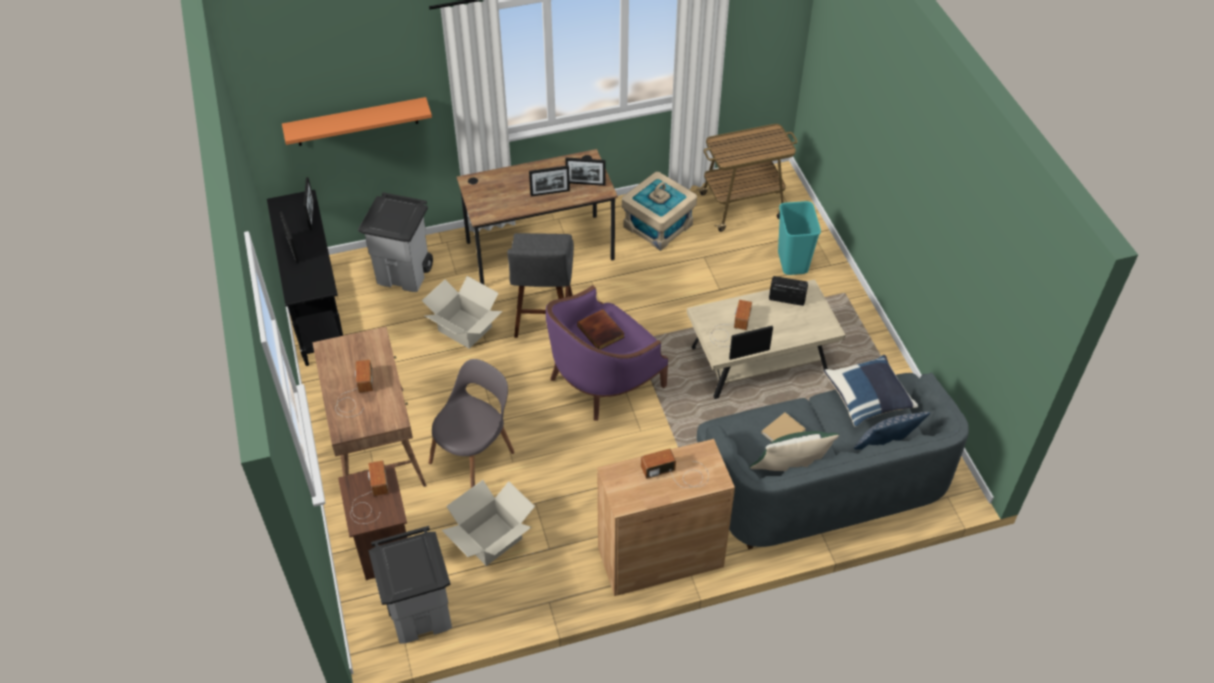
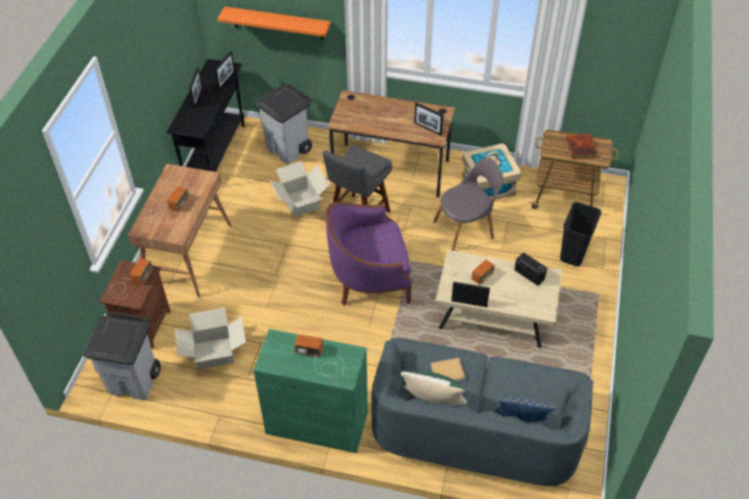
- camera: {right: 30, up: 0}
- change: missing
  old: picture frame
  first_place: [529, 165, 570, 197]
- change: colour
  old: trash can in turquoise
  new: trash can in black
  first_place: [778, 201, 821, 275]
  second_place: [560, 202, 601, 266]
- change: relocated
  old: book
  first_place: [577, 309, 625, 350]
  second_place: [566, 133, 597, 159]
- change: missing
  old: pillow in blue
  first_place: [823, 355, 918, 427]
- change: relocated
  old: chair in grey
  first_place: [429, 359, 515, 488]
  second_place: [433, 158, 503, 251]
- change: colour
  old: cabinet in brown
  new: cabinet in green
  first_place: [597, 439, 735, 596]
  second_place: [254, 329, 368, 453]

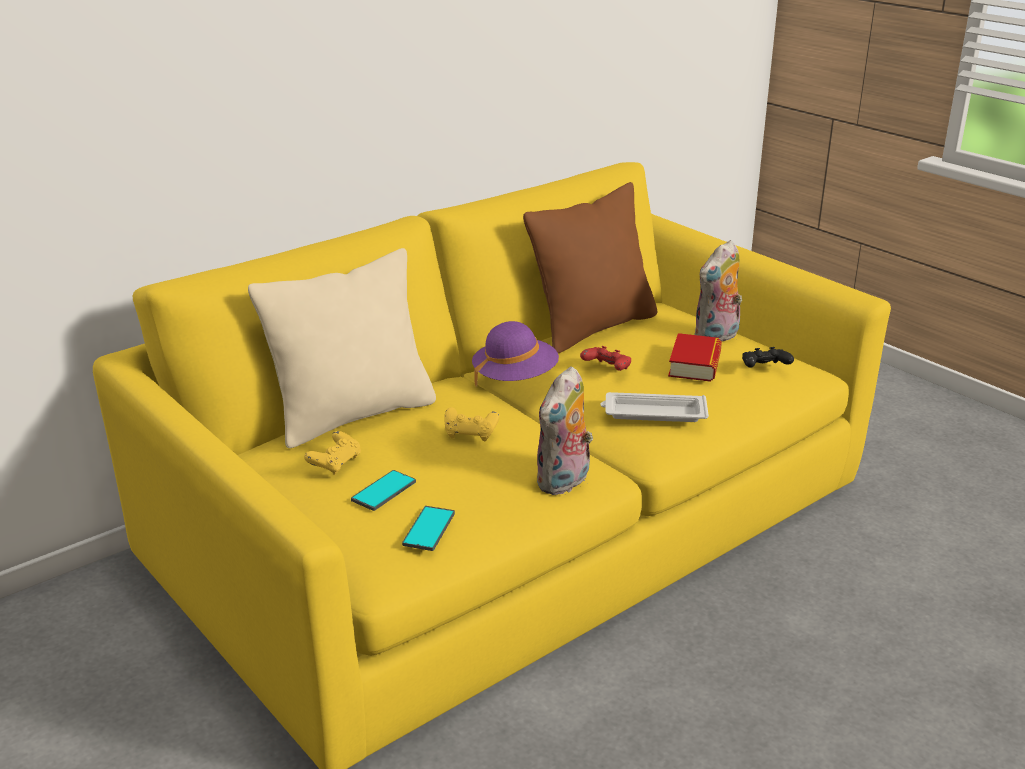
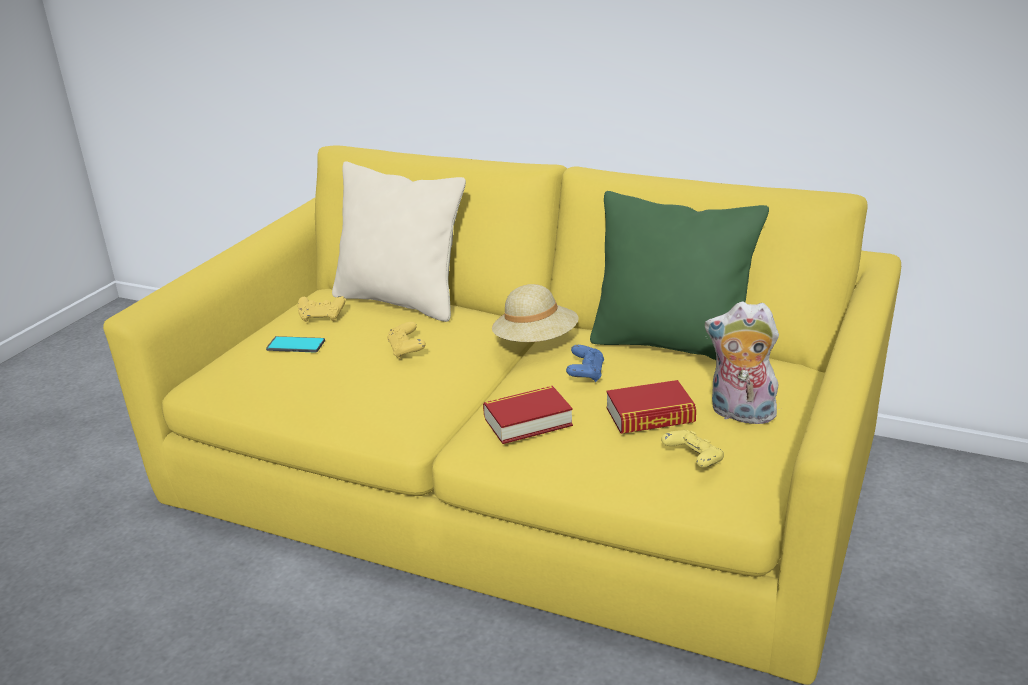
- camera: {right: 65, up: 0}
- change: colour
  old: pillow in brown
  new: pillow in green
  first_place: [523, 182, 657, 353]
  second_place: [590, 191, 769, 360]
- change: colour
  old: hat in purple
  new: hat in beige
  first_place: [472, 321, 559, 386]
  second_place: [492, 284, 579, 342]
- change: colour
  old: game controller in red
  new: game controller in blue
  first_place: [580, 346, 631, 371]
  second_place: [566, 345, 604, 382]
- change: colour
  old: game controller in black
  new: game controller in yellow
  first_place: [742, 347, 794, 368]
  second_place: [661, 430, 724, 468]
- change: missing
  old: plush toy
  first_place: [537, 366, 593, 495]
- change: exchanged
  old: tray in white
  new: book
  first_place: [600, 392, 709, 422]
  second_place: [483, 386, 573, 444]
- change: missing
  old: phone
  first_place: [402, 506, 455, 551]

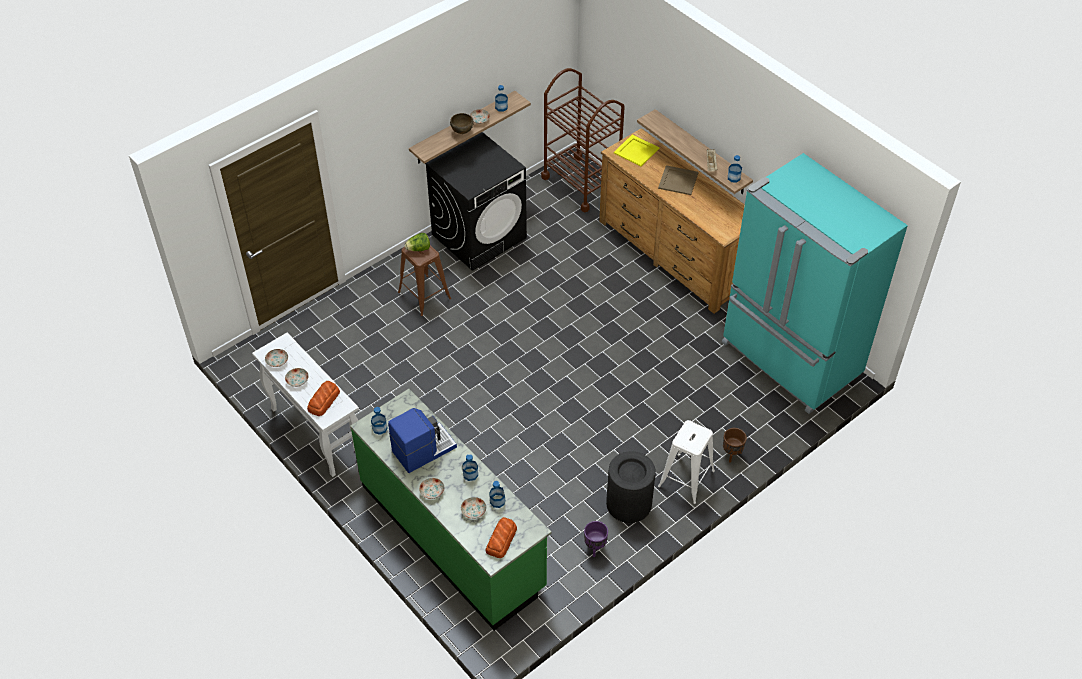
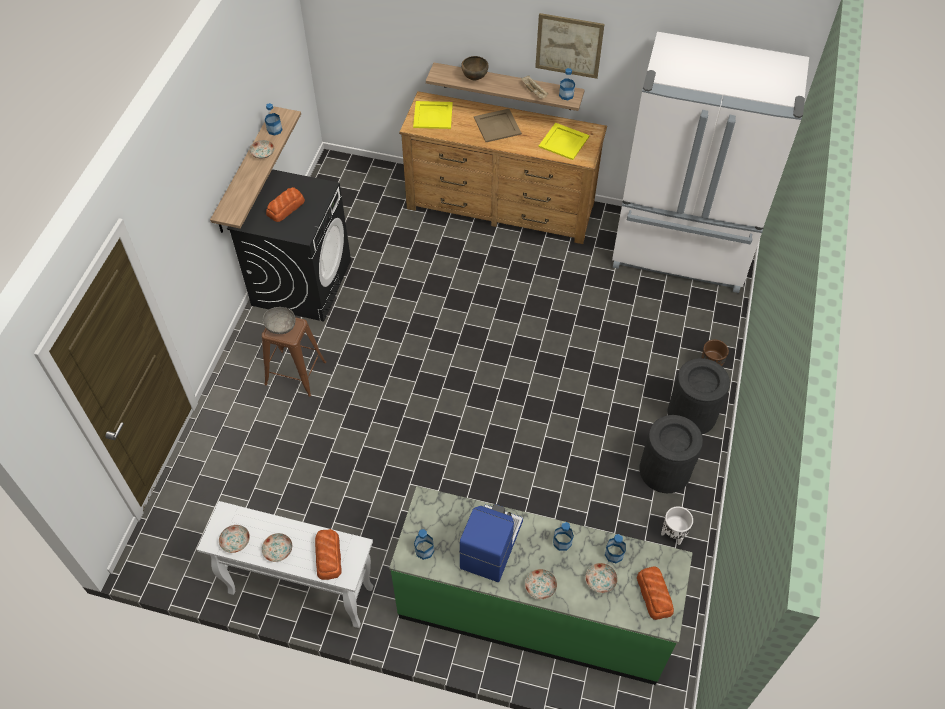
- camera: {right: -35, up: 5}
- change: missing
  old: cart in brown
  first_place: [541, 68, 625, 212]
- change: relocated
  old: bowl in brown
  first_place: [450, 113, 474, 134]
  second_place: [461, 56, 489, 80]
- change: colour
  old: fridge in turquoise
  new: fridge in white
  first_place: [722, 153, 908, 414]
  second_place: [612, 32, 809, 293]
- change: exchanged
  old: lettuce
  new: bowl in grey
  first_place: [405, 233, 430, 251]
  second_place: [263, 307, 296, 334]
- change: exchanged
  old: stool in white
  new: trash can in black
  first_place: [658, 420, 715, 504]
  second_place: [667, 358, 730, 434]
- change: colour
  old: planter in purple
  new: planter in white
  first_place: [584, 521, 608, 557]
  second_place: [661, 506, 693, 545]
- change: appeared
  new: picture
  second_place: [535, 13, 605, 79]
- change: appeared
  new: tray in yellow
  second_place: [538, 123, 590, 160]
- change: appeared
  new: bread
  second_place: [266, 187, 305, 222]

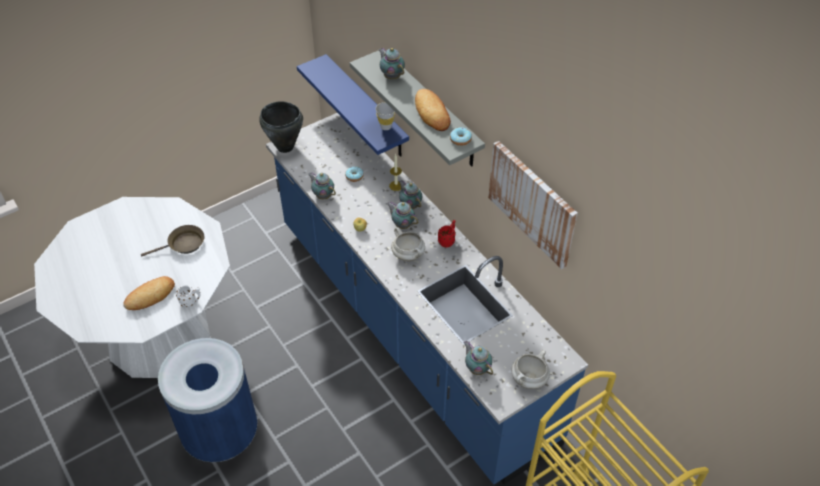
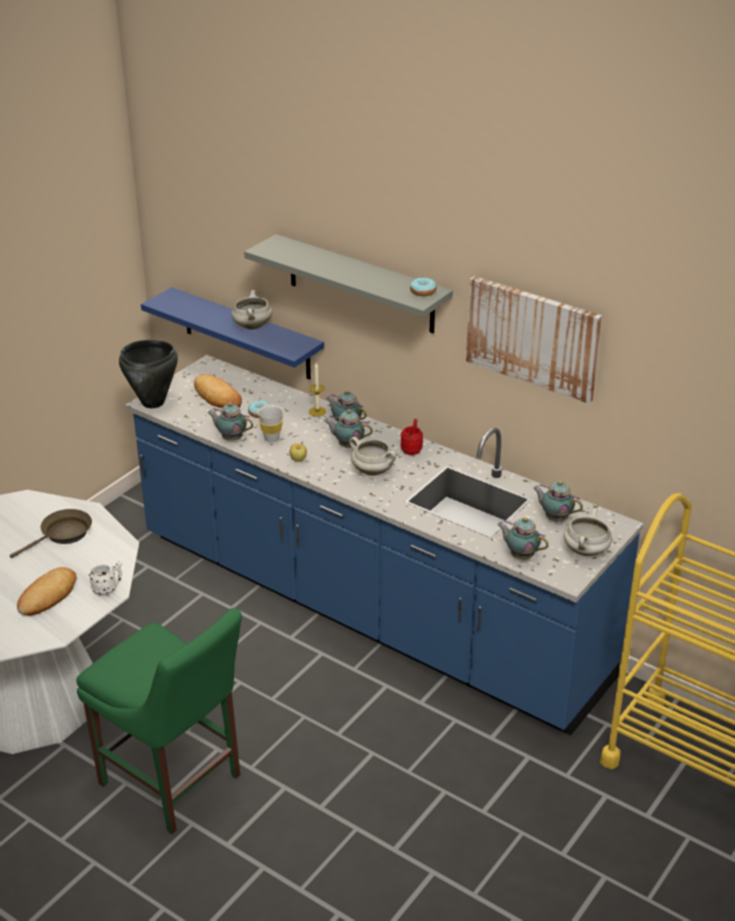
- camera: {right: -20, up: -15}
- change: relocated
  old: teapot
  first_place: [379, 48, 405, 79]
  second_place: [533, 481, 583, 522]
- change: relocated
  old: bread
  first_place: [415, 89, 451, 131]
  second_place: [194, 374, 242, 408]
- change: relocated
  old: cup in white
  first_place: [376, 102, 395, 130]
  second_place: [257, 405, 284, 442]
- change: exchanged
  old: trash can in blue
  new: chair in green
  first_place: [158, 338, 257, 462]
  second_place: [76, 608, 242, 834]
- change: appeared
  new: cooking pot in white
  second_place: [231, 290, 273, 330]

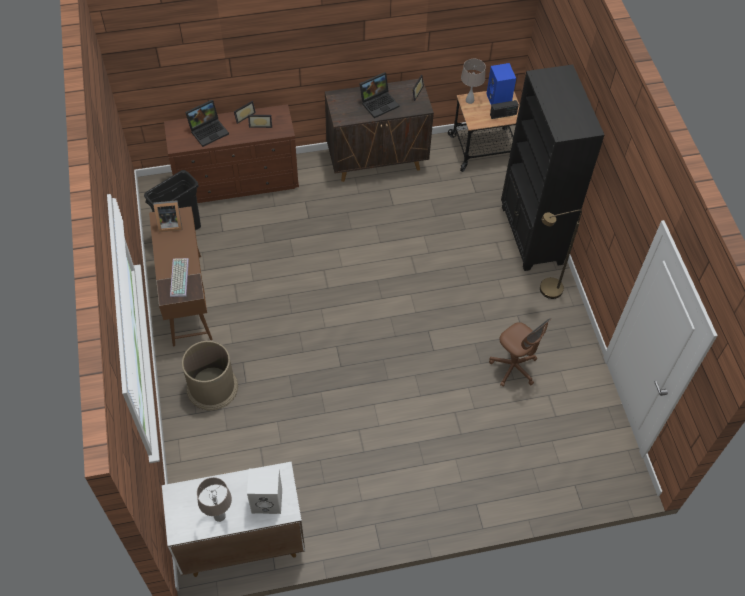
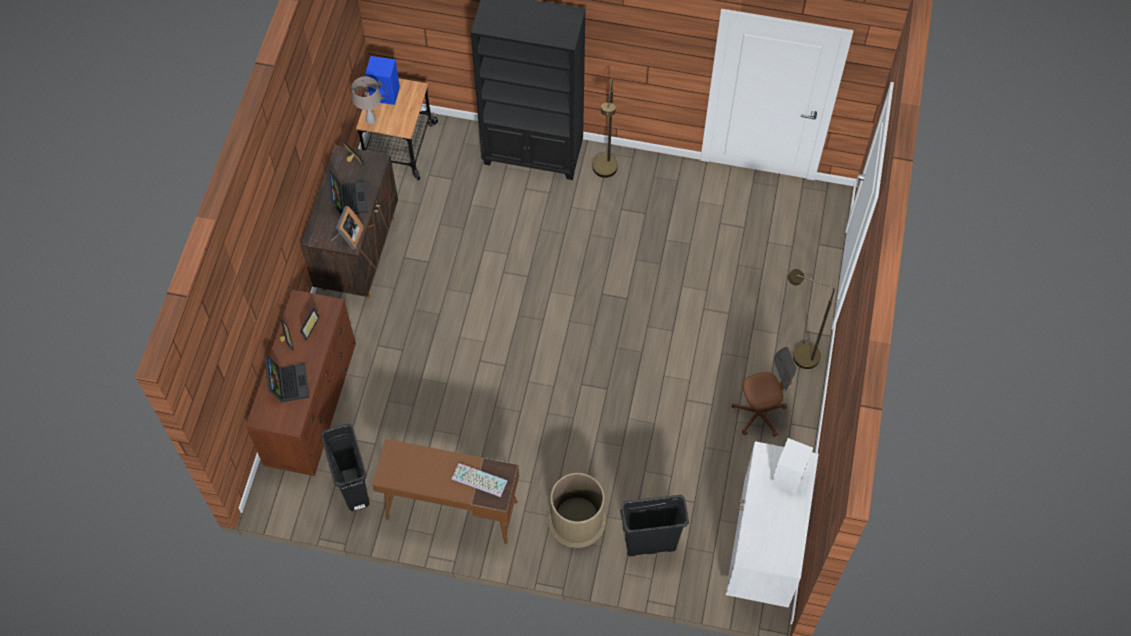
- camera: {right: -65, up: 5}
- change: missing
  old: radio
  first_place: [490, 100, 519, 119]
- change: relocated
  old: picture frame
  first_place: [153, 200, 182, 232]
  second_place: [331, 206, 364, 249]
- change: relocated
  old: office chair in brown
  first_place: [489, 318, 551, 387]
  second_place: [731, 347, 797, 437]
- change: missing
  old: table lamp in beige
  first_place: [197, 477, 232, 522]
- change: appeared
  new: floor lamp in brown
  second_place: [788, 269, 835, 369]
- change: appeared
  new: trash can in black
  second_place: [620, 495, 689, 556]

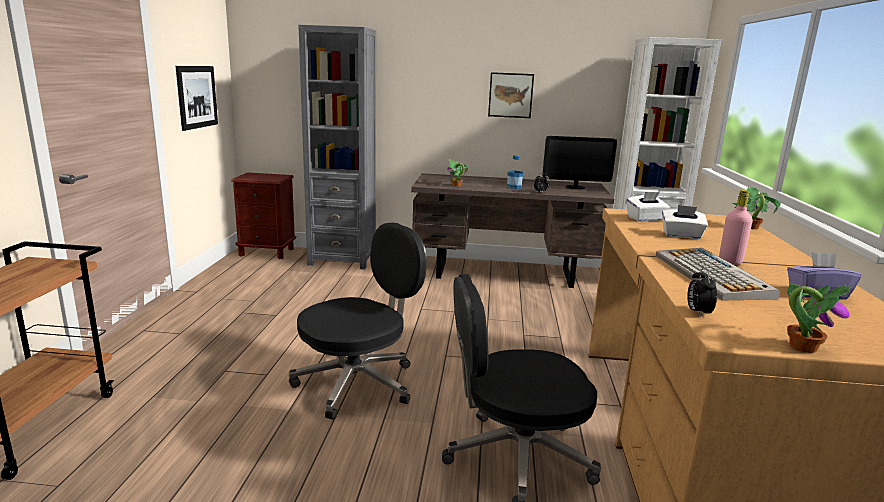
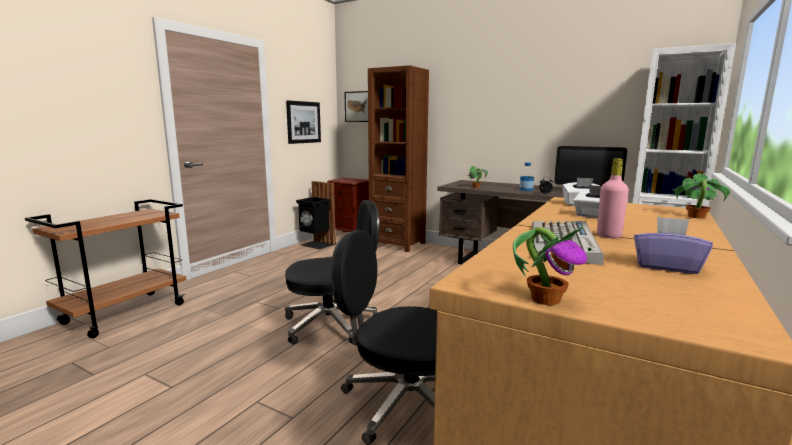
- camera: {right: 25, up: -5}
- change: colour
  old: bookcase in grey
  new: bookcase in brown
  first_place: [298, 25, 376, 269]
  second_place: [368, 65, 429, 252]
- change: relocated
  old: picture
  first_place: [488, 72, 534, 118]
  second_place: [344, 91, 368, 122]
- change: missing
  old: alarm clock
  first_place: [687, 267, 717, 317]
- change: appeared
  new: trash can in black
  second_place: [296, 181, 336, 250]

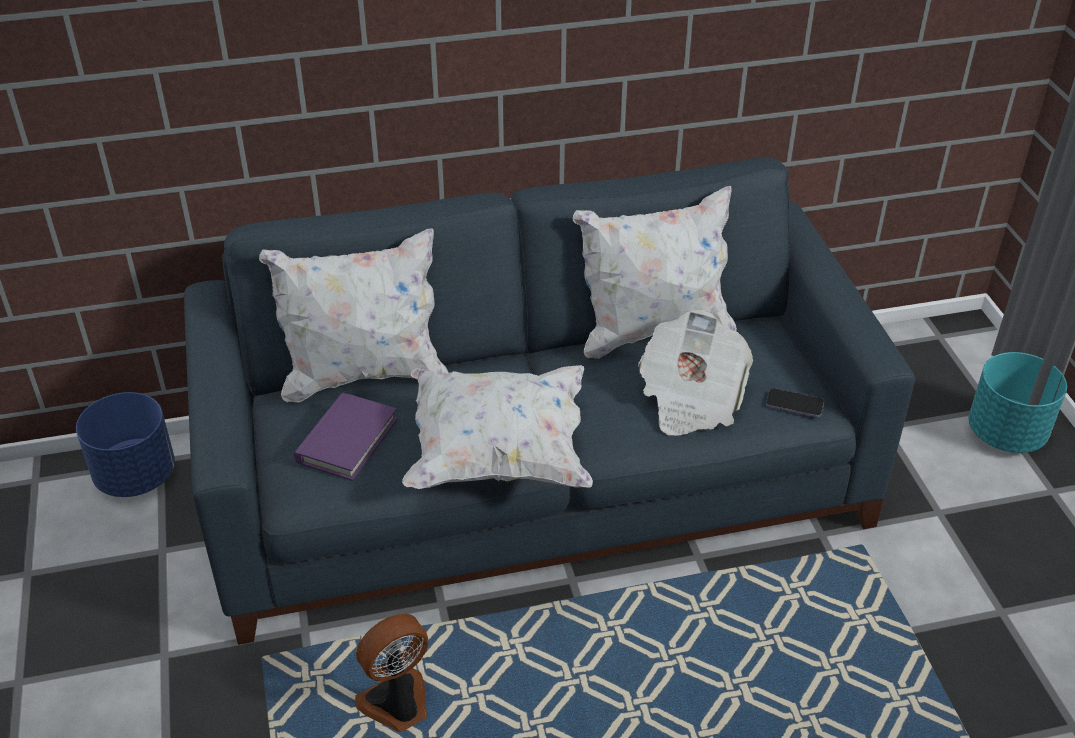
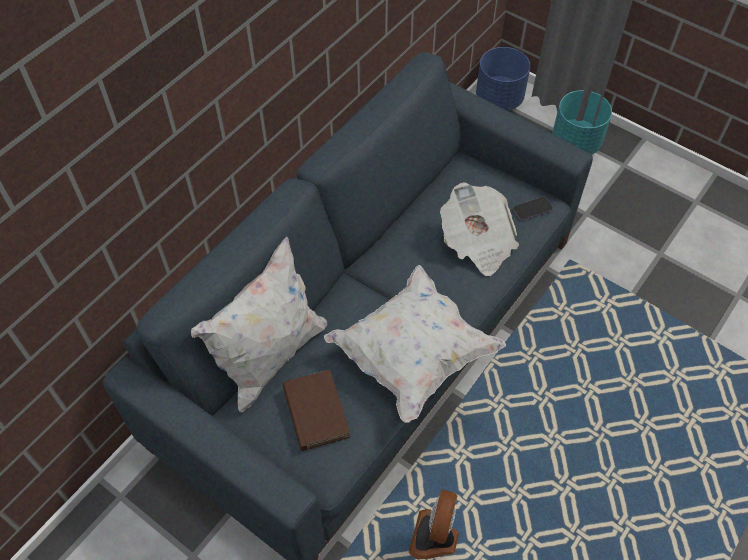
- camera: {right: -40, up: 15}
- change: missing
  old: pillow in white
  first_place: [572, 186, 737, 359]
- change: relocated
  old: planter in blue
  first_place: [76, 392, 175, 497]
  second_place: [476, 47, 530, 111]
- change: colour
  old: book in purple
  new: book in brown
  first_place: [294, 393, 398, 481]
  second_place: [283, 369, 350, 451]

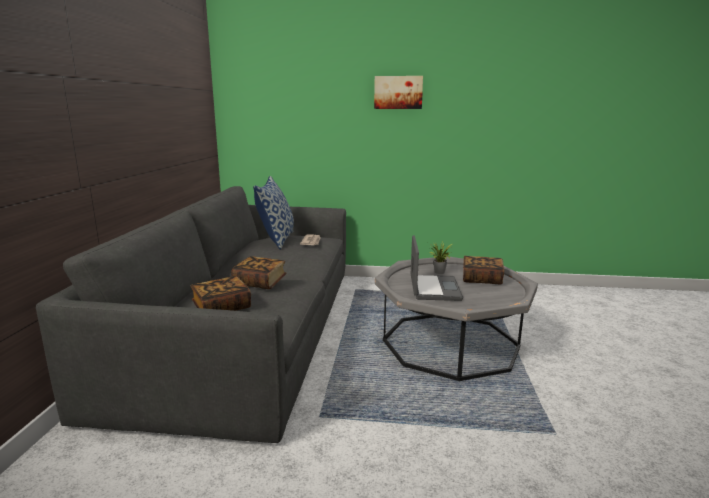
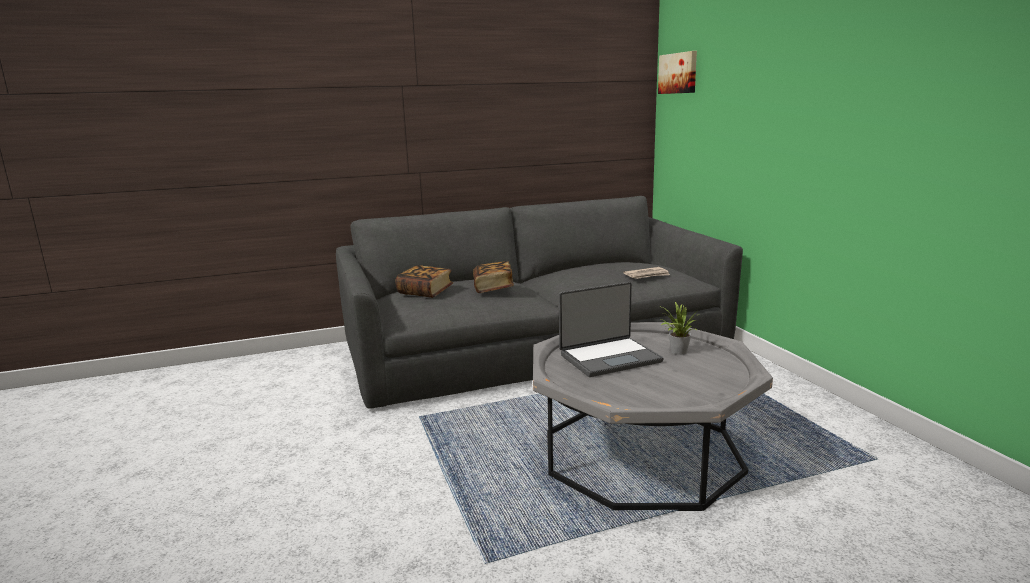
- camera: {right: 65, up: 0}
- change: relocated
  old: picture
  first_place: [374, 76, 423, 109]
  second_place: [658, 51, 697, 94]
- change: missing
  old: pillow
  first_place: [253, 176, 294, 250]
- change: missing
  old: book
  first_place: [463, 256, 504, 285]

